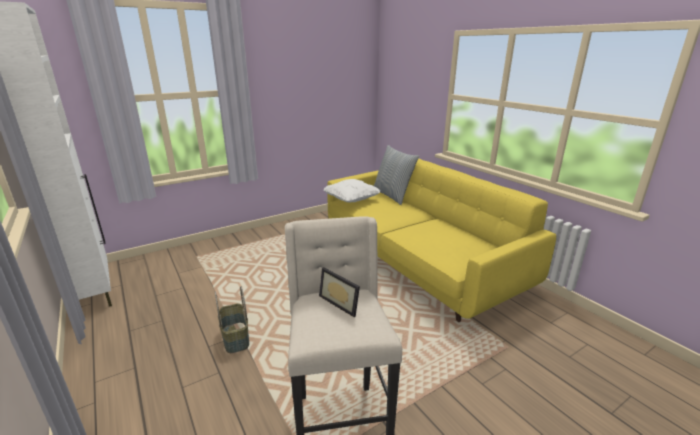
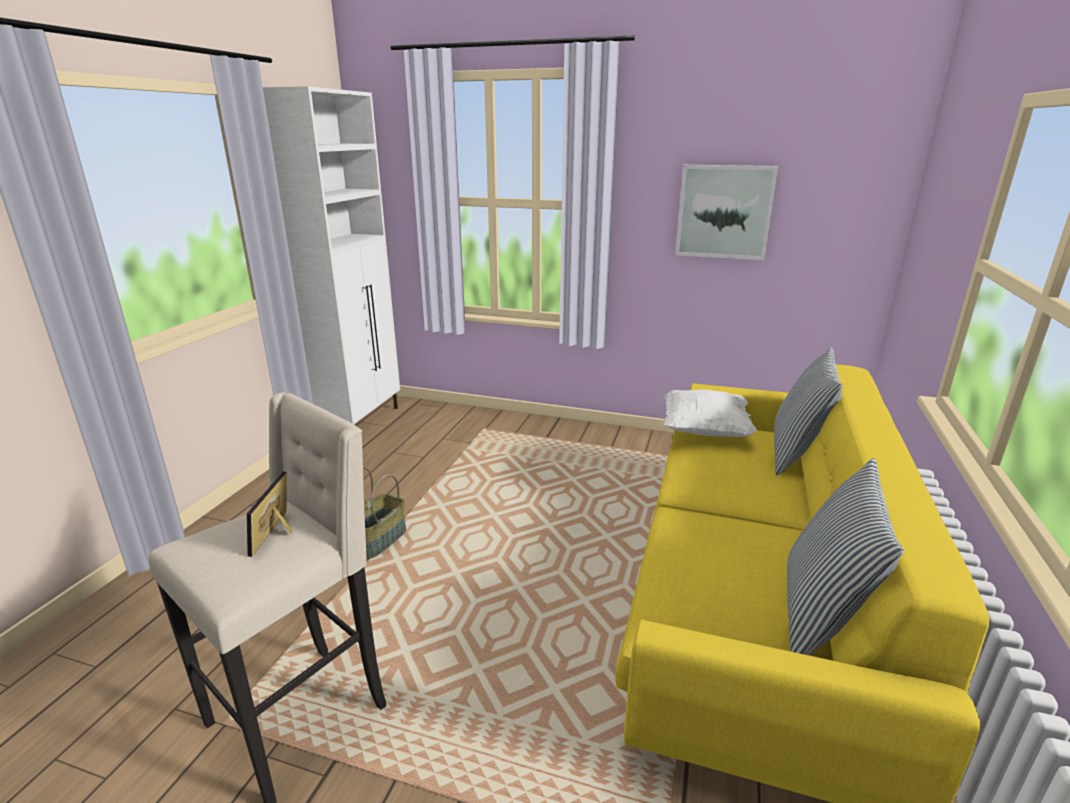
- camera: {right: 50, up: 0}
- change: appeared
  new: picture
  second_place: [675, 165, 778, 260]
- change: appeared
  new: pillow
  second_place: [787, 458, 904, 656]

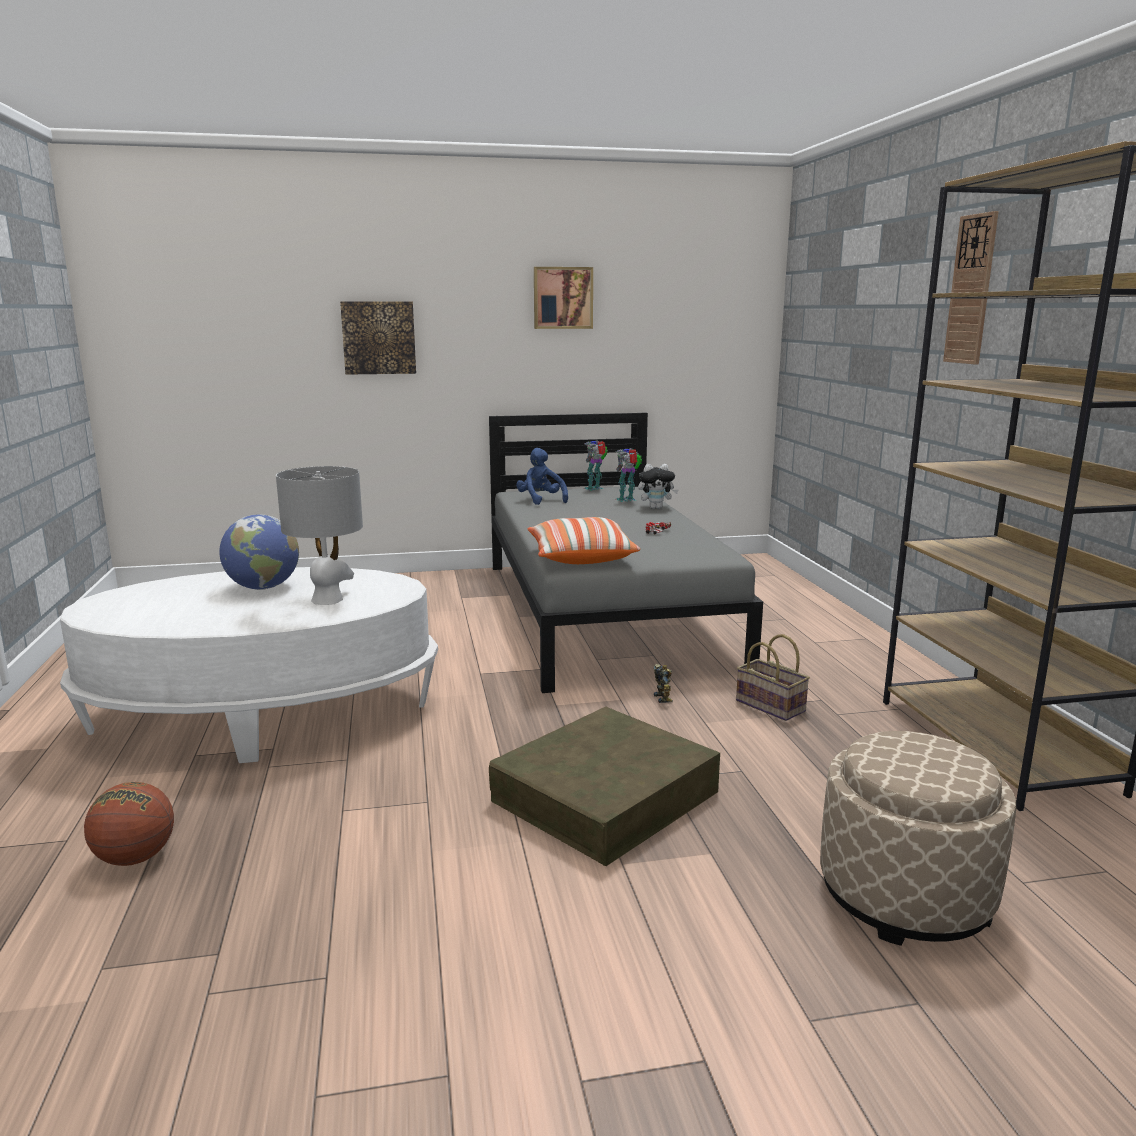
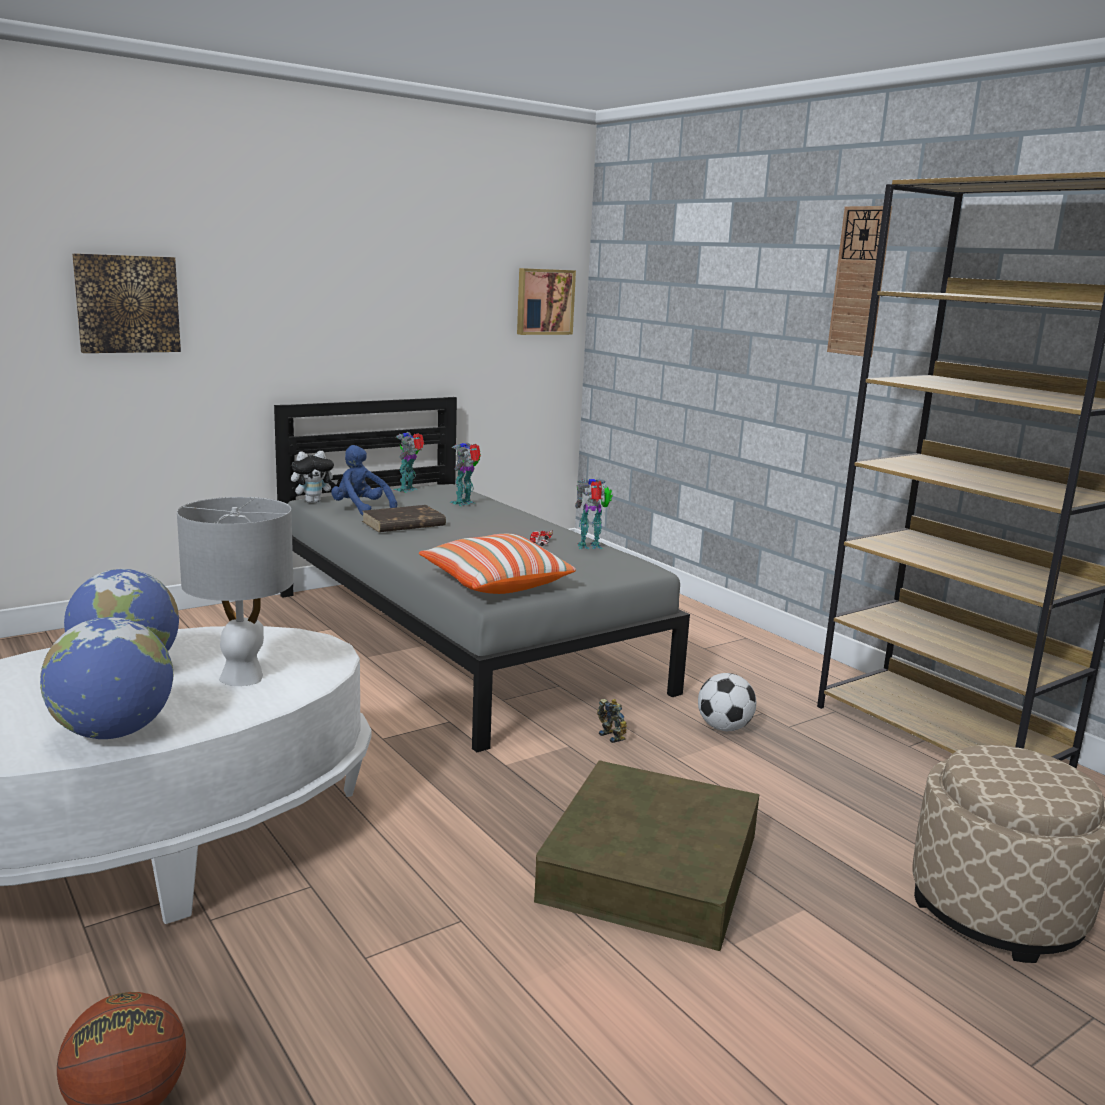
- camera: {right: -25, up: 0}
- change: relocated
  old: picture
  first_place: [534, 267, 593, 329]
  second_place: [517, 268, 576, 335]
- change: relocated
  old: plush toy
  first_place: [638, 464, 679, 509]
  second_place: [291, 451, 338, 503]
- change: exchanged
  old: basket
  new: football
  first_place: [736, 634, 810, 721]
  second_place: [698, 673, 756, 731]
- change: appeared
  new: toy robot
  second_place: [575, 478, 613, 549]
- change: appeared
  new: book in brown
  second_place: [362, 505, 446, 532]
- change: appeared
  new: globe
  second_place: [40, 617, 173, 739]

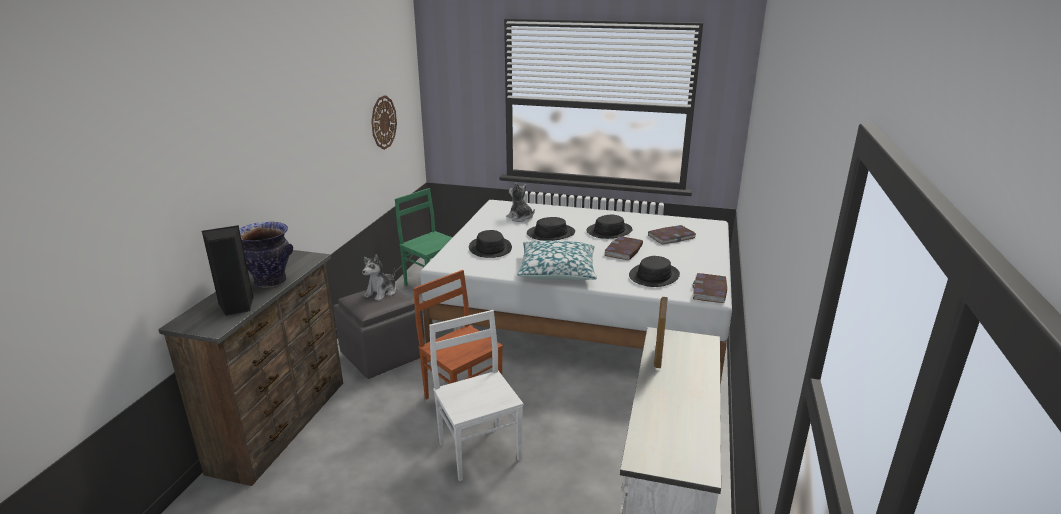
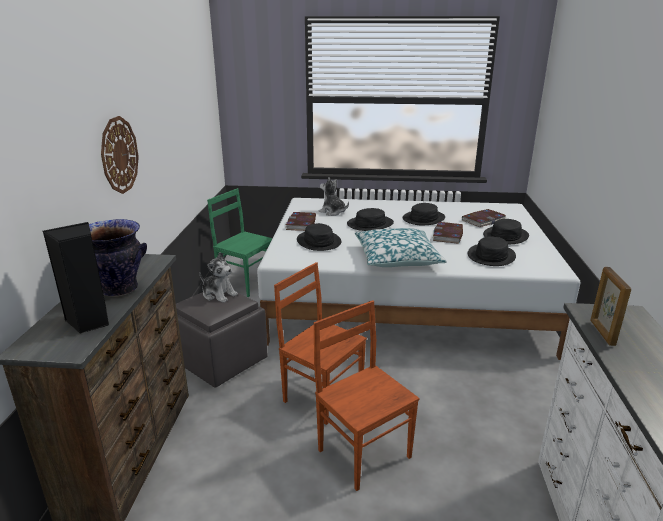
- camera: {right: -10, up: 0}
- change: relocated
  old: wall clock
  first_place: [371, 95, 397, 150]
  second_place: [101, 116, 139, 194]
- change: spun
  old: plush toy
  first_place: [362, 255, 396, 301]
  second_place: [200, 252, 238, 303]
  degrees: -75
- change: relocated
  old: book
  first_place: [693, 273, 727, 303]
  second_place: [285, 212, 316, 231]
- change: colour
  old: chair in white
  new: chair in brown
  first_place: [429, 310, 524, 481]
  second_place: [314, 300, 420, 491]
- change: appeared
  new: hat in black
  second_place: [483, 219, 529, 244]

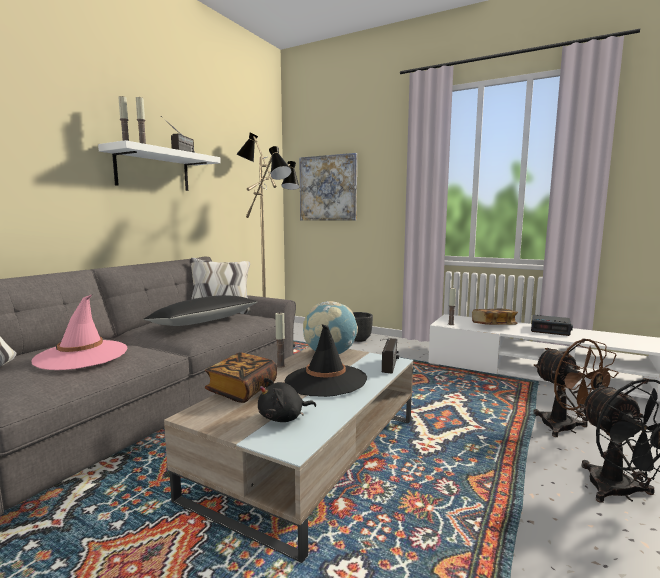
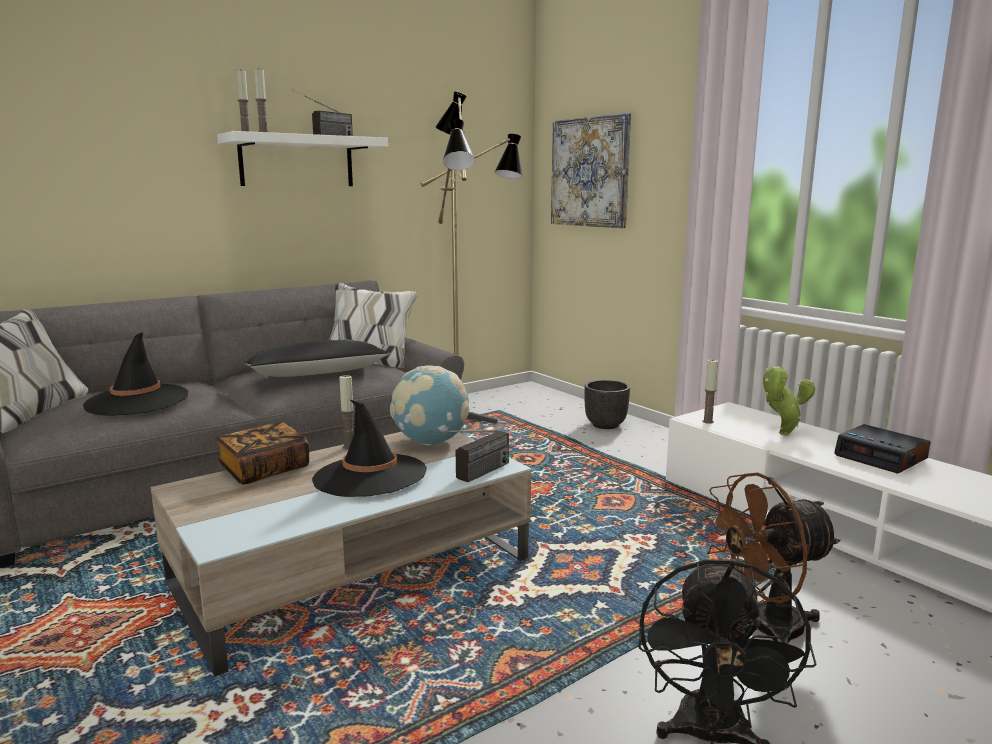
- camera: {right: 25, up: 5}
- change: colour
  old: hat in pink
  new: hat in black
  first_place: [32, 295, 128, 370]
  second_place: [83, 332, 188, 416]
- change: exchanged
  old: book
  new: potted plant
  first_place: [472, 309, 518, 325]
  second_place: [763, 366, 815, 435]
- change: spun
  old: fan in brown
  first_place: [533, 338, 619, 437]
  second_place: [702, 472, 841, 644]
  degrees: 75
- change: missing
  old: plush toy in black
  first_place: [258, 378, 316, 422]

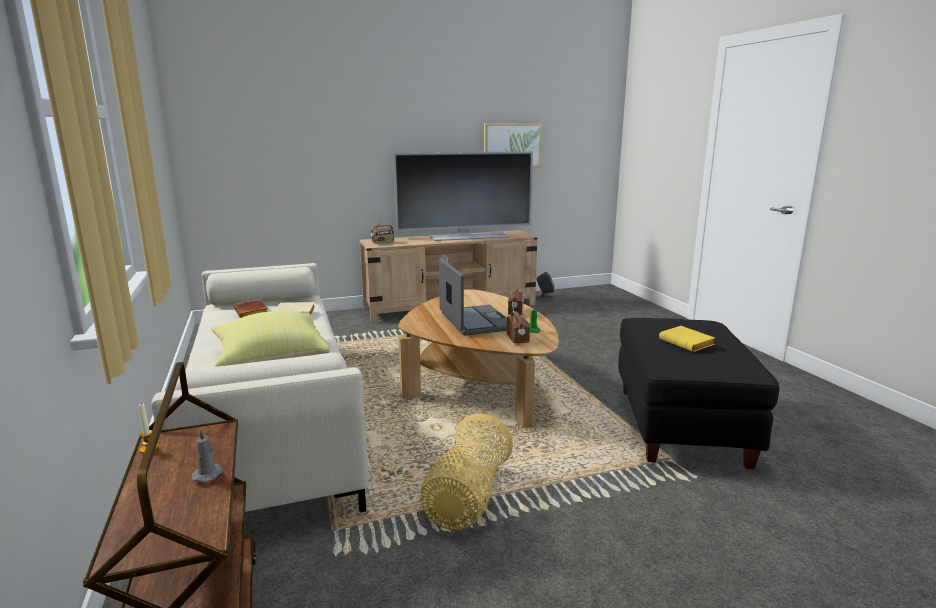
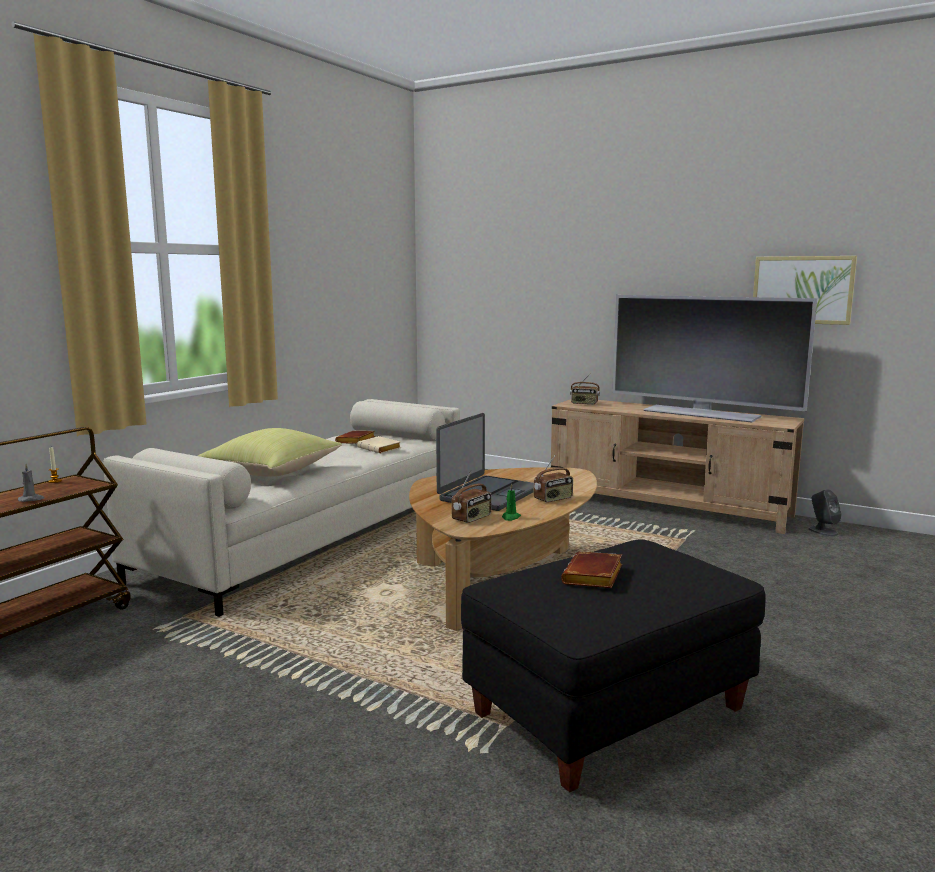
- camera: {right: 50, up: -5}
- change: colour
  old: book in yellow
  new: book in brown
  first_place: [659, 326, 715, 352]
  second_place: [561, 551, 622, 588]
- change: missing
  old: basket
  first_place: [420, 414, 513, 530]

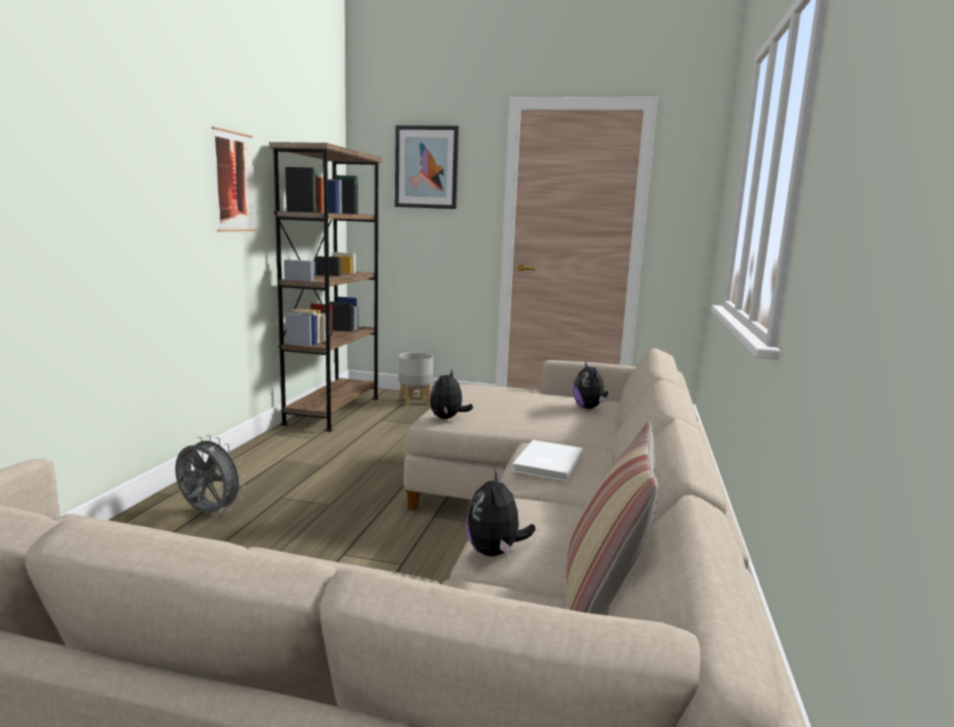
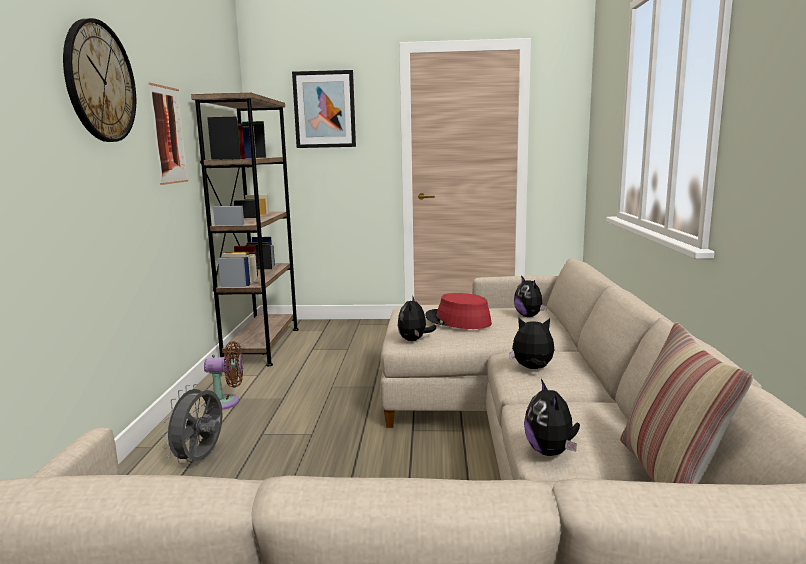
- camera: {right: -10, up: 0}
- change: missing
  old: planter in grey
  first_place: [399, 352, 433, 406]
- change: spun
  old: fan in grey
  first_place: [175, 435, 245, 513]
  second_place: [161, 384, 223, 464]
  degrees: -90
- change: exchanged
  old: book in white
  new: plush toy
  first_place: [512, 440, 584, 481]
  second_place: [509, 317, 555, 369]
- change: appeared
  new: wall clock
  second_place: [63, 18, 136, 142]
- change: appeared
  new: hat in red
  second_place: [425, 293, 492, 329]
- change: appeared
  new: fan in brown
  second_place: [204, 341, 243, 410]

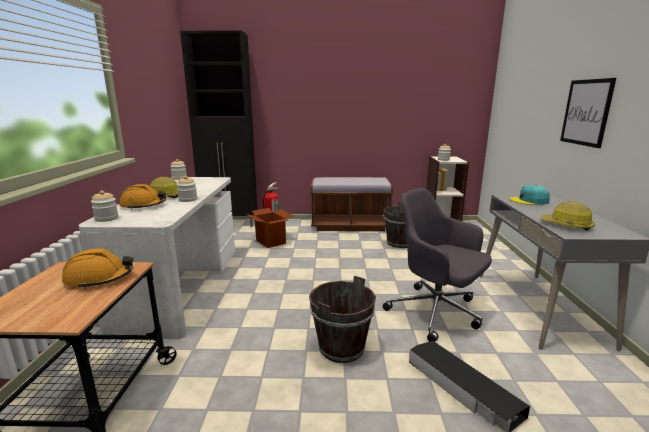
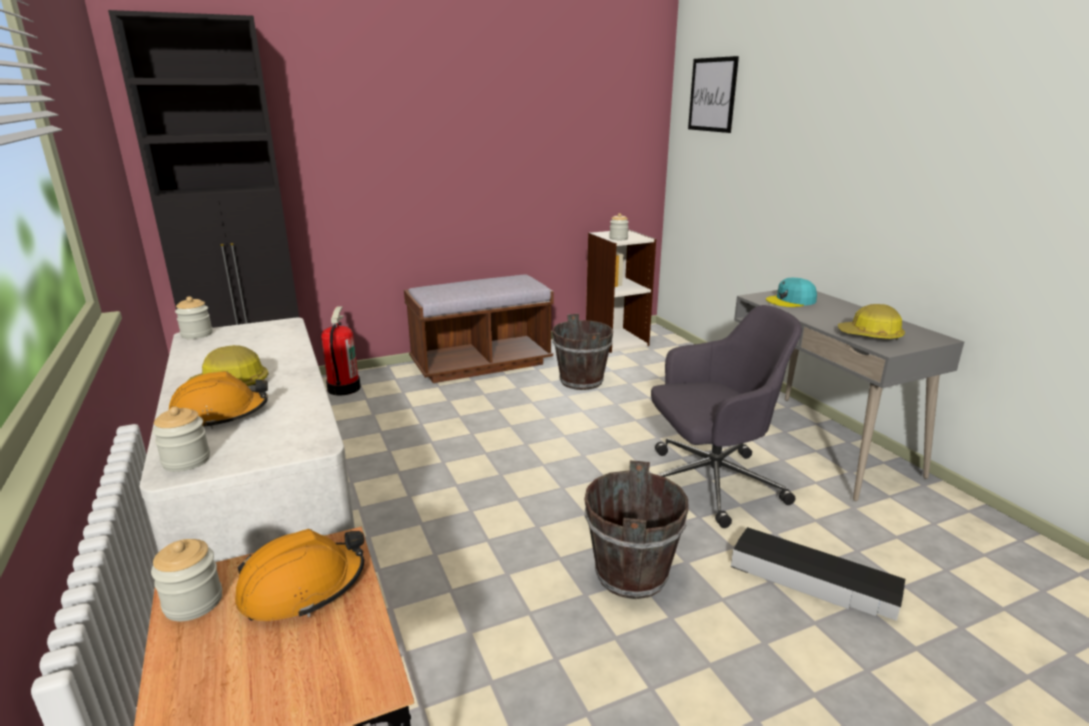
- camera: {right: -25, up: 5}
- change: relocated
  old: picture
  first_place: [560, 78, 616, 148]
  second_place: [688, 56, 739, 133]
- change: relocated
  old: jar
  first_place: [177, 176, 197, 202]
  second_place: [151, 539, 222, 621]
- change: spun
  old: office chair in grey
  first_place: [383, 188, 492, 342]
  second_place: [651, 305, 802, 528]
  degrees: 150
- change: missing
  old: cardboard box
  first_place: [246, 208, 294, 248]

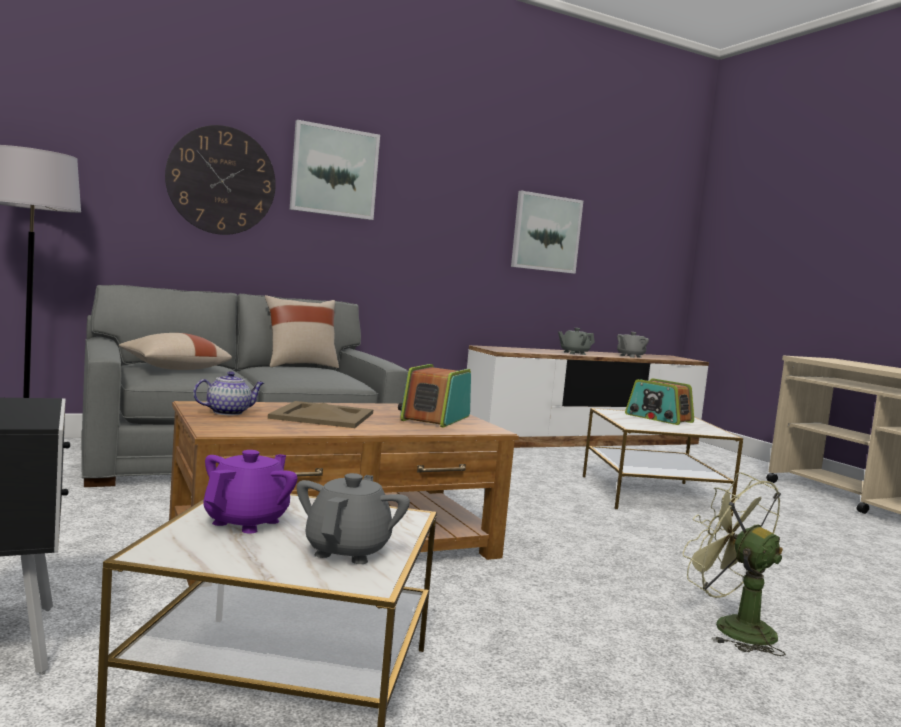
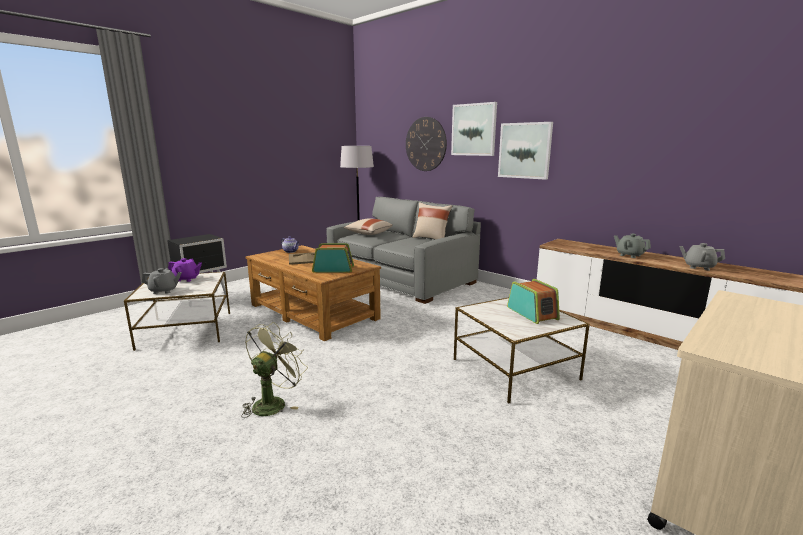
- camera: {right: 70, up: 10}
- change: relocated
  old: picture
  first_place: [511, 191, 583, 274]
  second_place: [498, 122, 553, 180]
- change: spun
  old: radio
  first_place: [625, 378, 694, 425]
  second_place: [507, 279, 560, 324]
  degrees: 135

